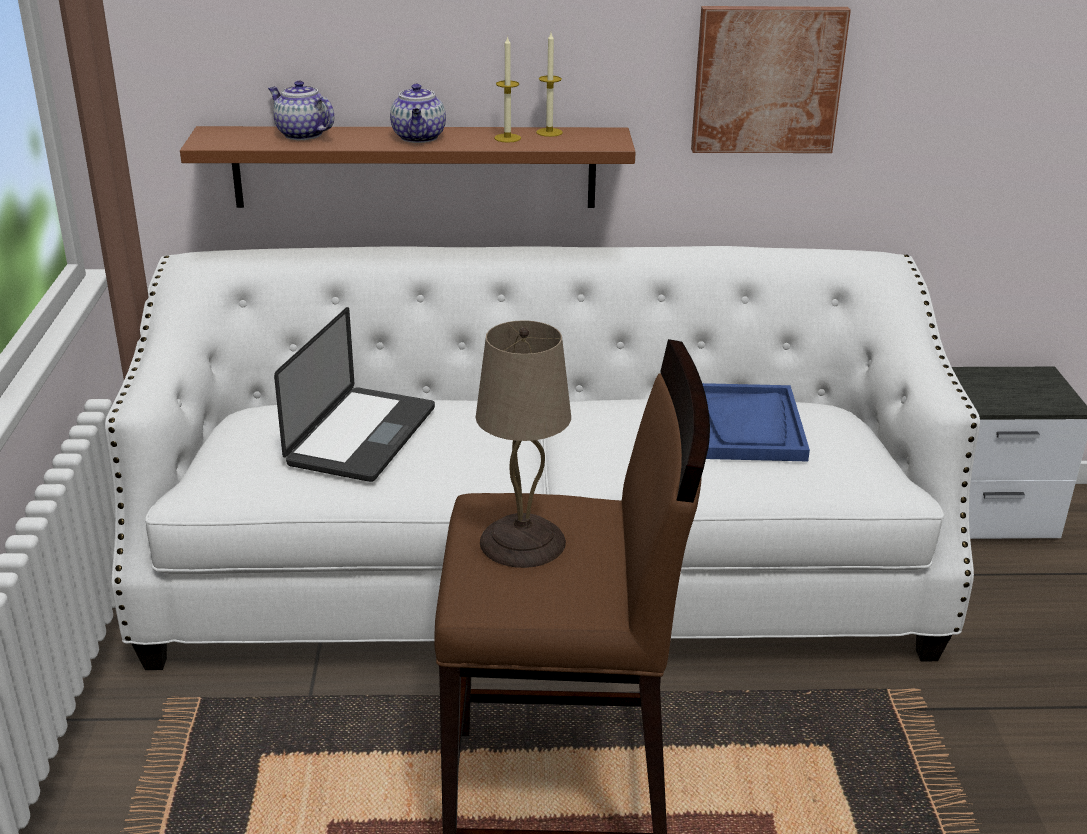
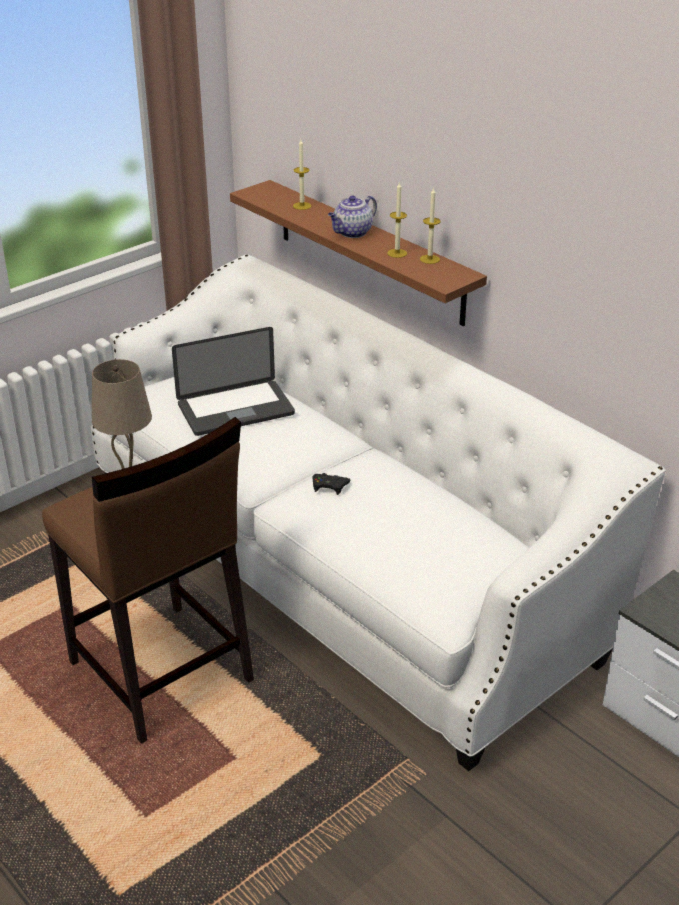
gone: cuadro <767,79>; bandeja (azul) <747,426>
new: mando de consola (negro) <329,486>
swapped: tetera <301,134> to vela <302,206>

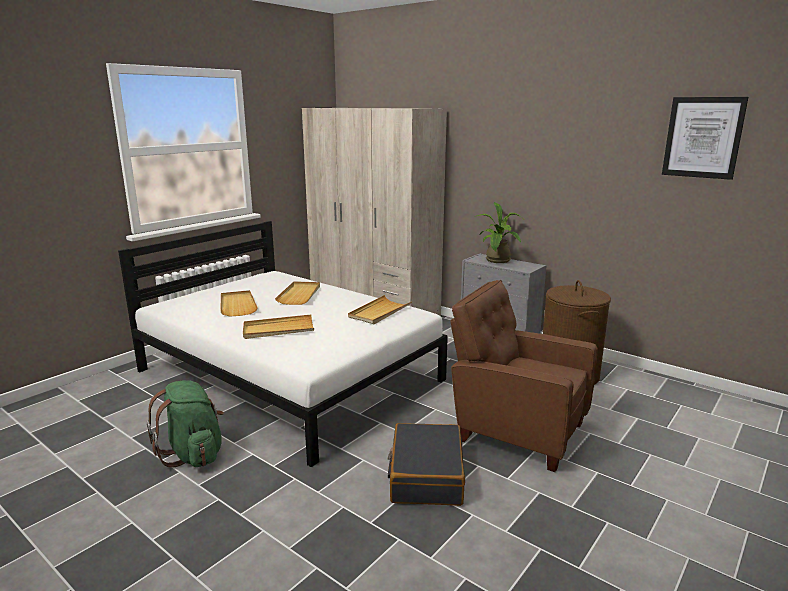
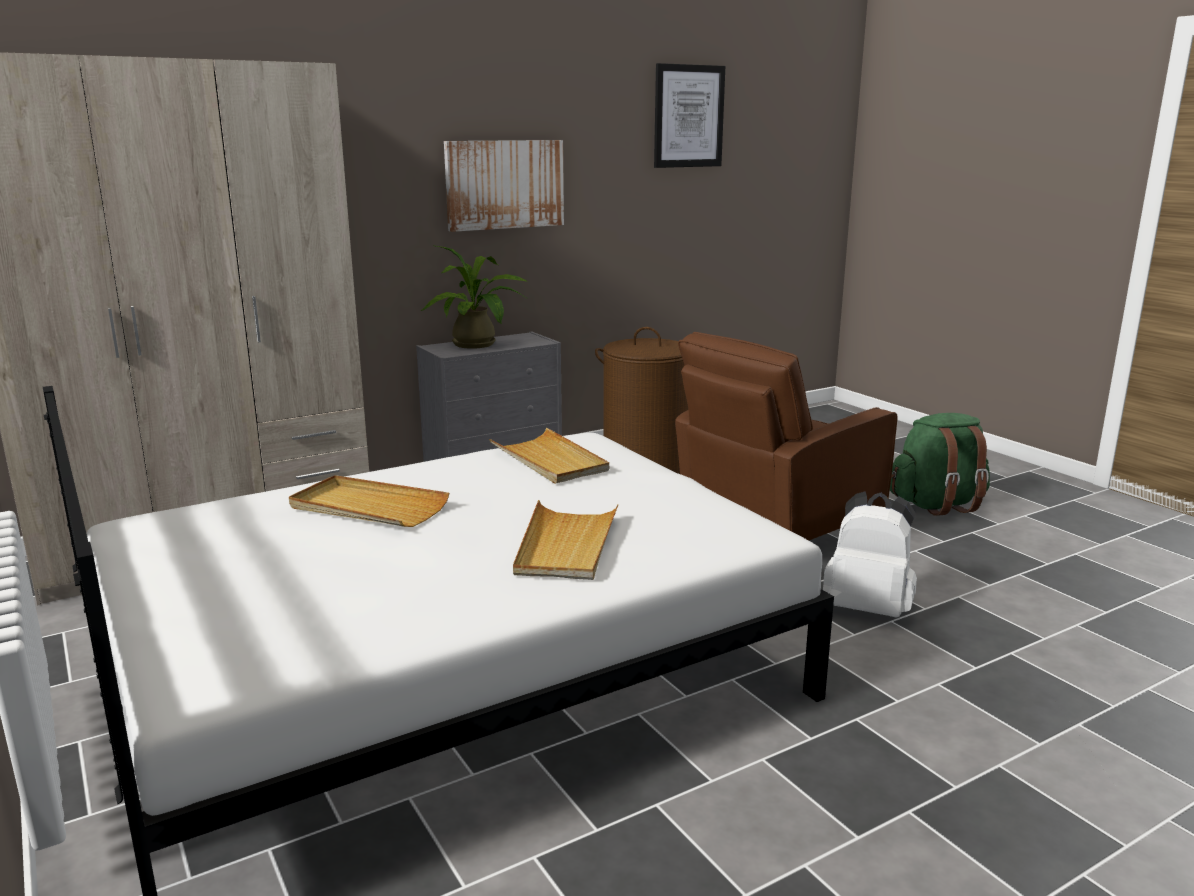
gone: bandeja (beis) <237,305>
new: cuadro <504,184>
shifted: mochila (verde) <193,454> to <937,505>
swapped: maleta (negro) <426,475> to mochila (blanco) <868,608>

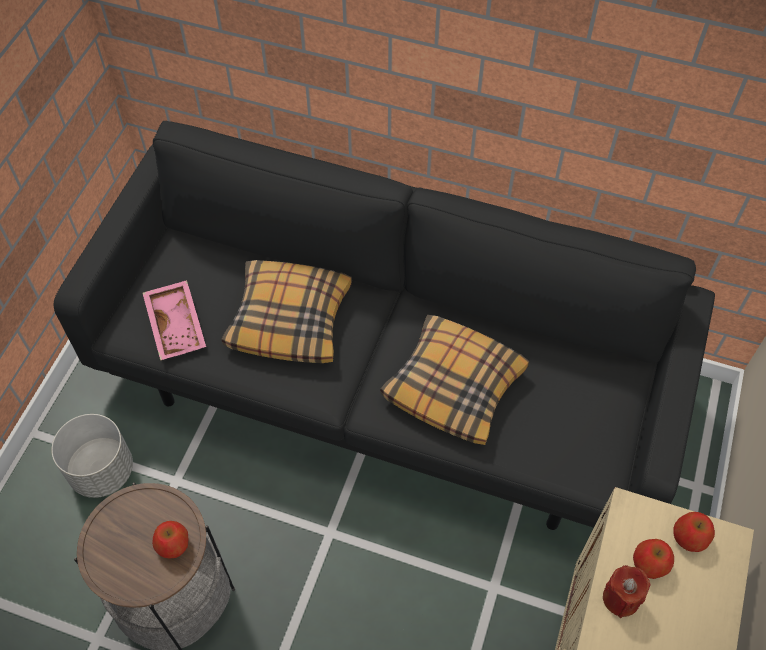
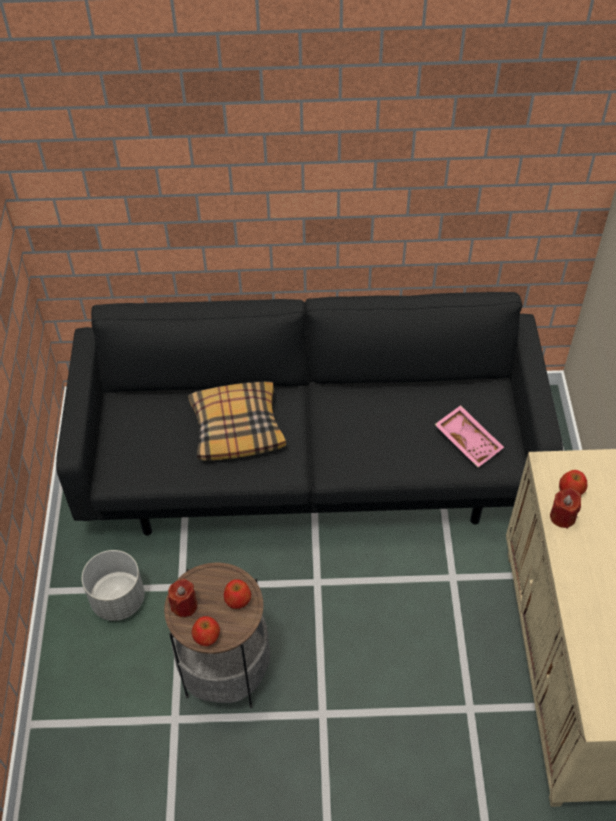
gone: cojín <454,385>
new: vela (rojo) <184,605>
shifted: manzana <689,537> to <206,636>; bandeja (rosa) <177,325> to <469,440>

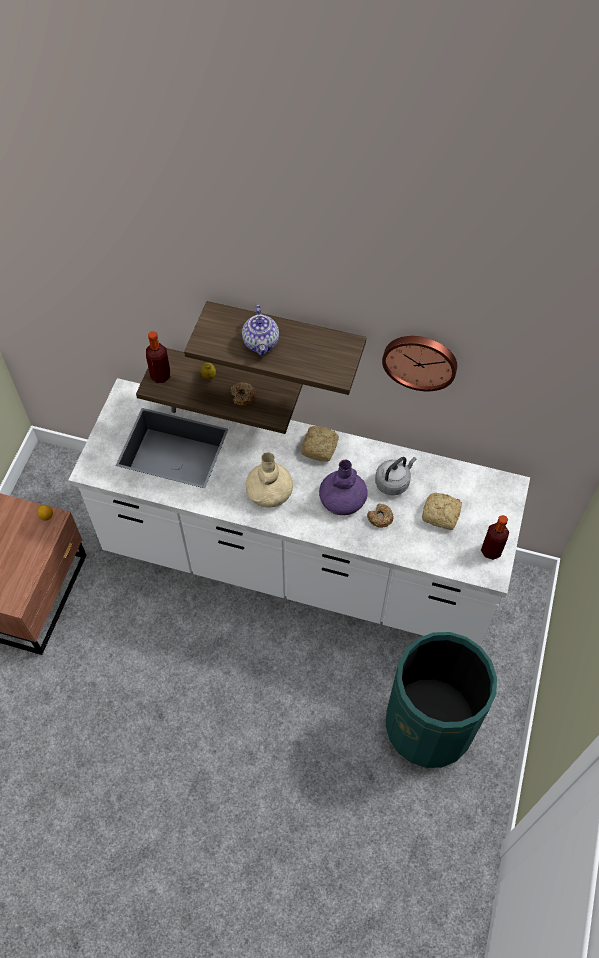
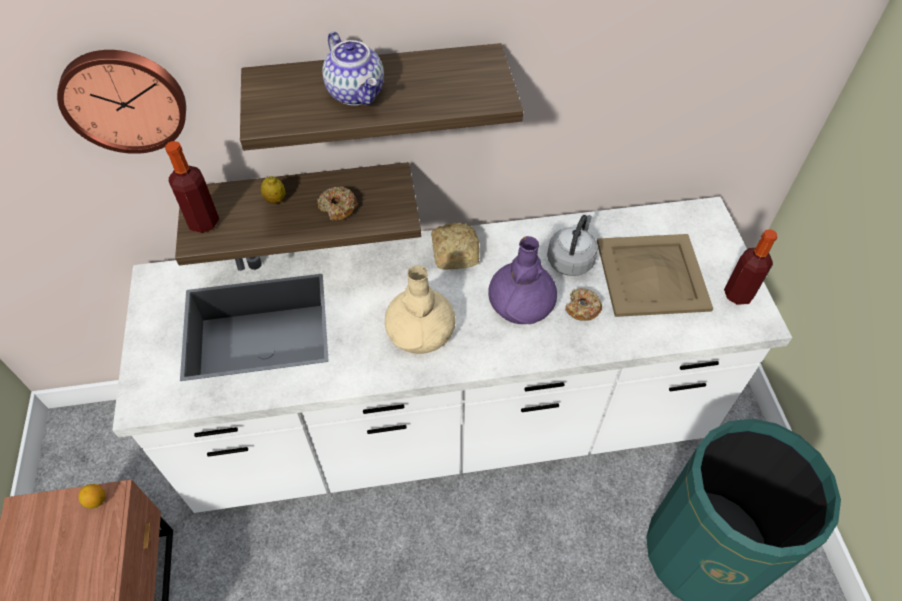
shifted: reloj de pared <420,360> to <124,99>
swapped: pan <442,515> to bandeja (beis) <653,276>

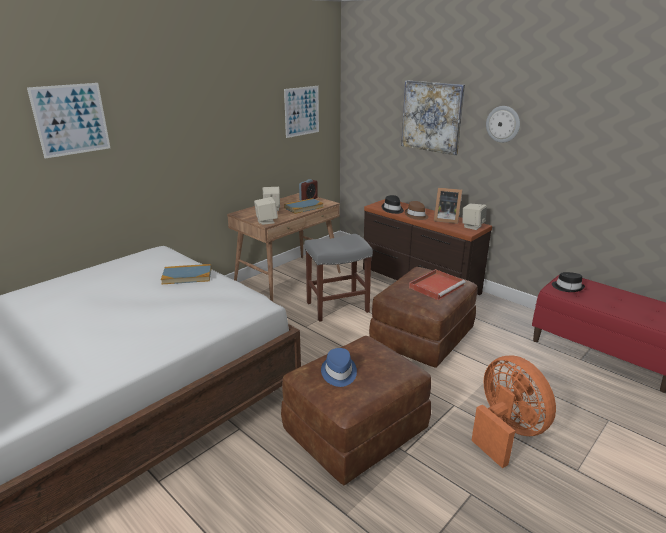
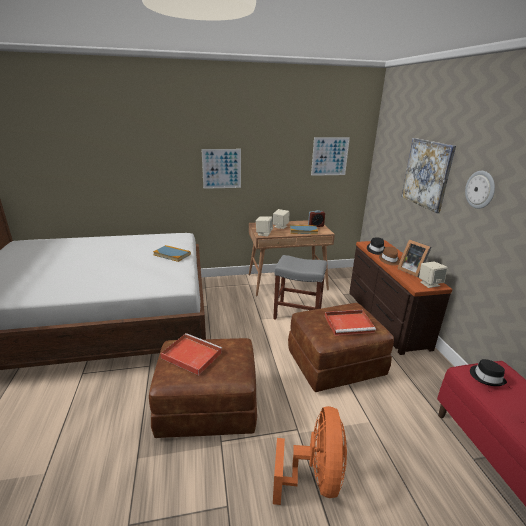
shifted: cuadro <71,119> to <221,168>
swapped: sombrero (azul) <338,373> to bandeja (rojo) <190,355>

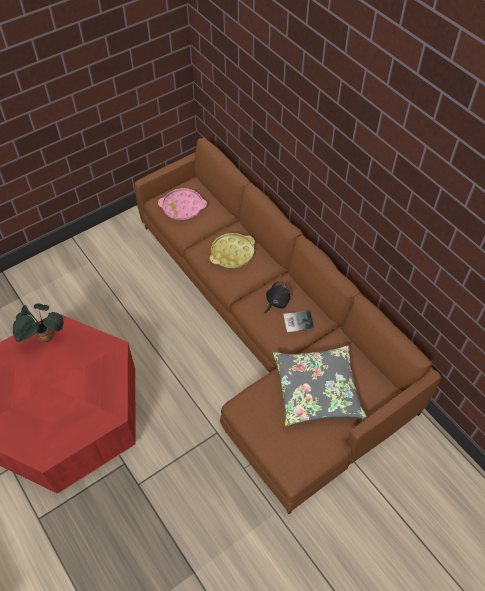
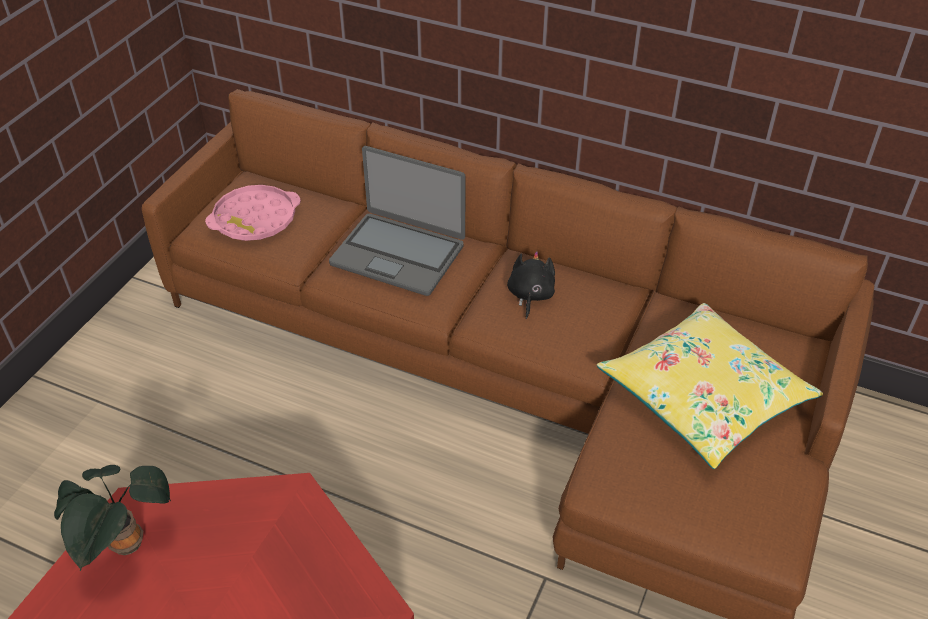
gone: libro <297,321>
swapped: bandeja (amarillo) <232,253> to portátil <398,254>
repainted: cojín (gris) <317,390> to cojín (amarillo) <704,396>

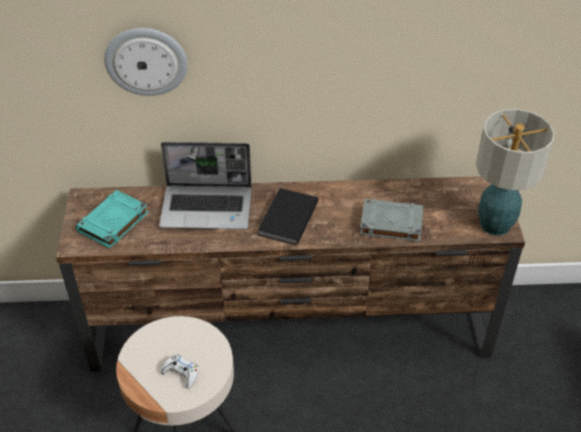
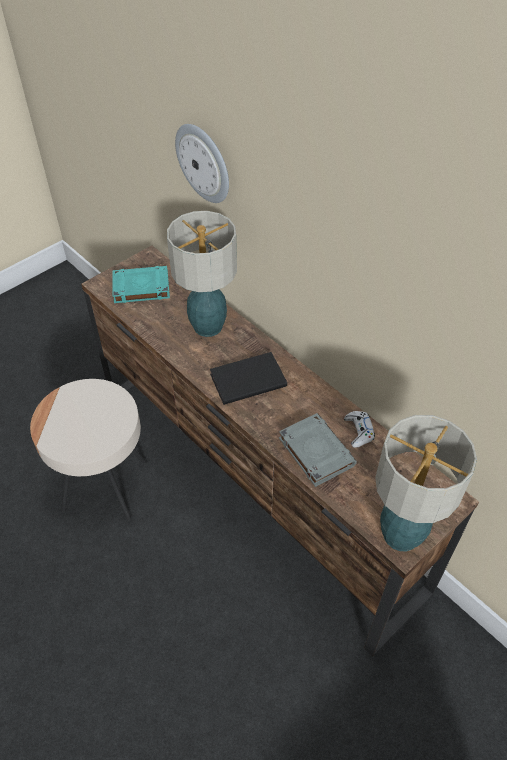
shifted: mando de consola (blanco) <181,373> to <359,431>
swapped: portátil <208,208> to lámpara de mesa <209,326>

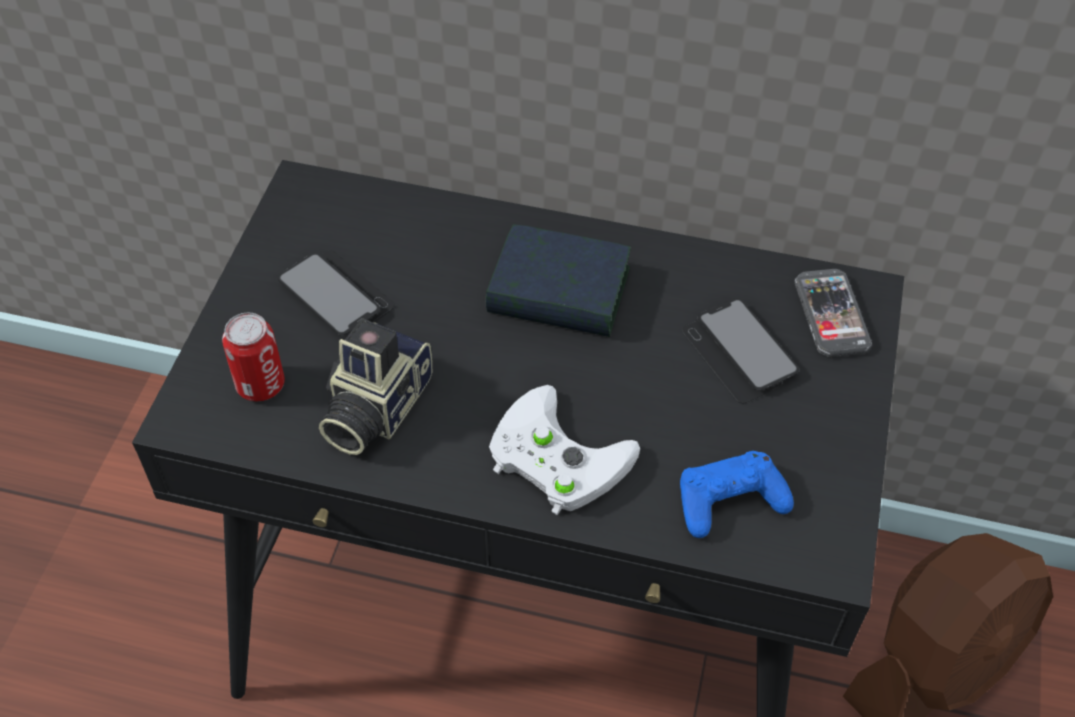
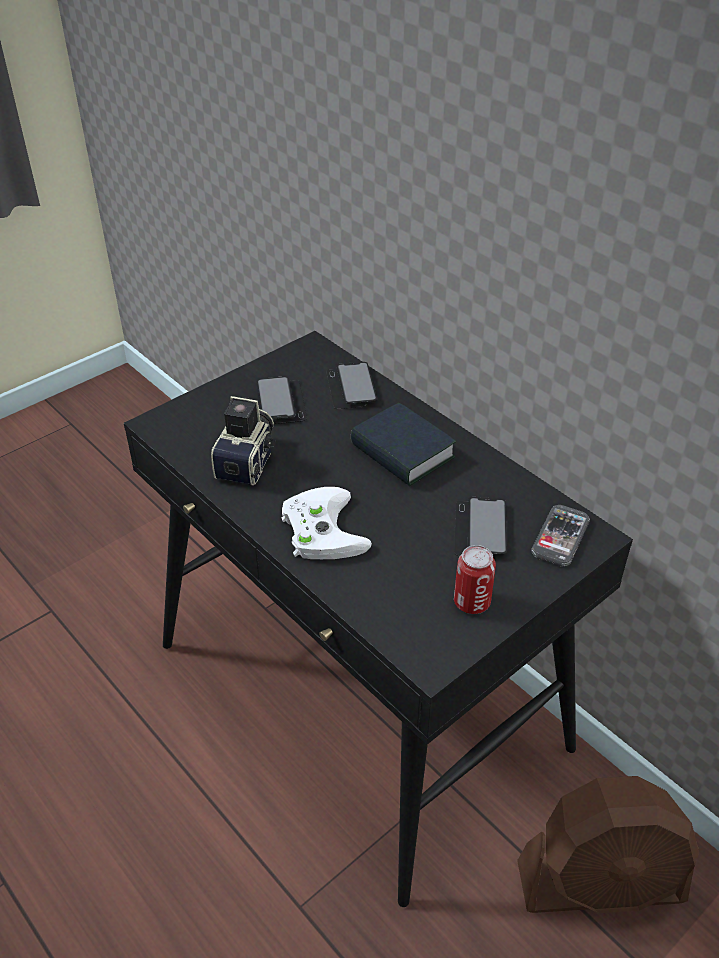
gone: mando de consola (azul) <729,500>
new: móvil <351,387>
shifted: lata <260,384> to <471,602>
rotated: cámara <373,408> = <249,461> 135 degrees clockwise

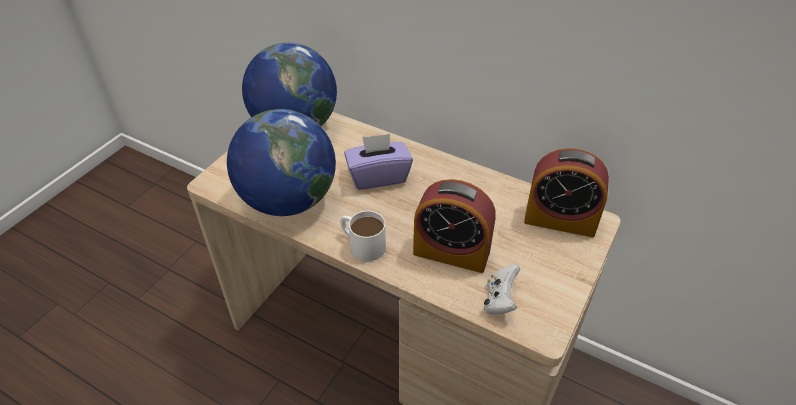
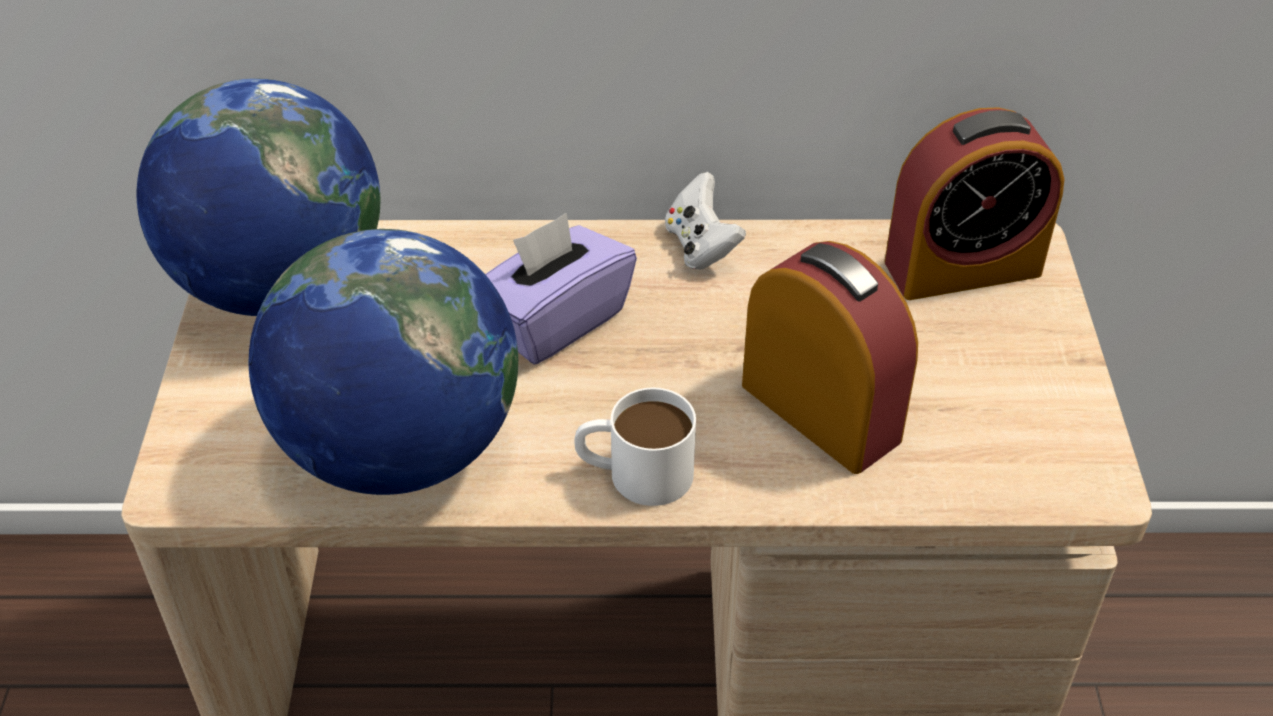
shifted: mando de consola (blanco) <499,300> to <701,246>
rotated: despertador <451,252> = <820,412> 120 degrees counterclockwise

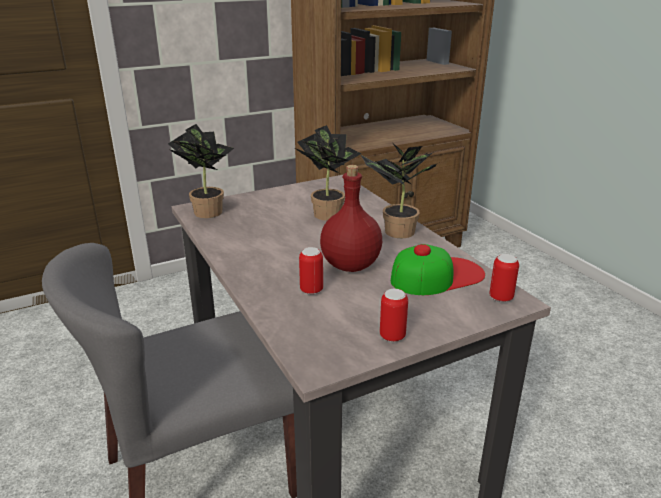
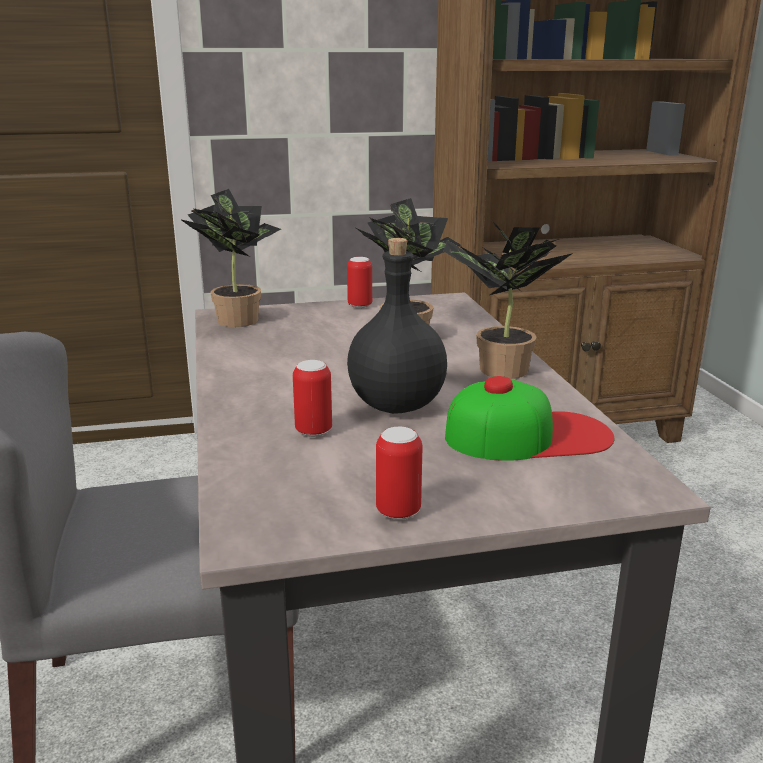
shifted: lata <501,298> to <360,305>
repainted: botella (rojo) <350,265> to botella (negro) <396,405>

